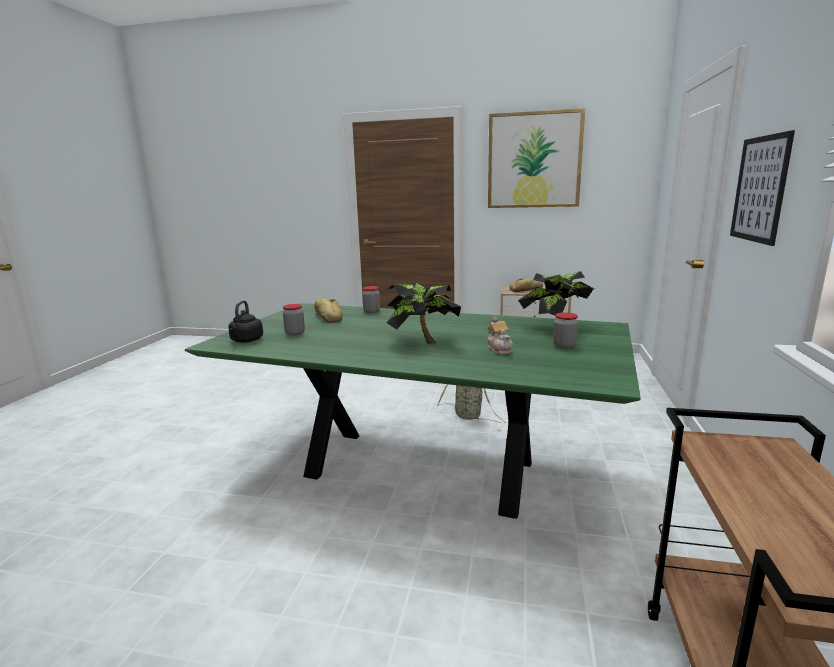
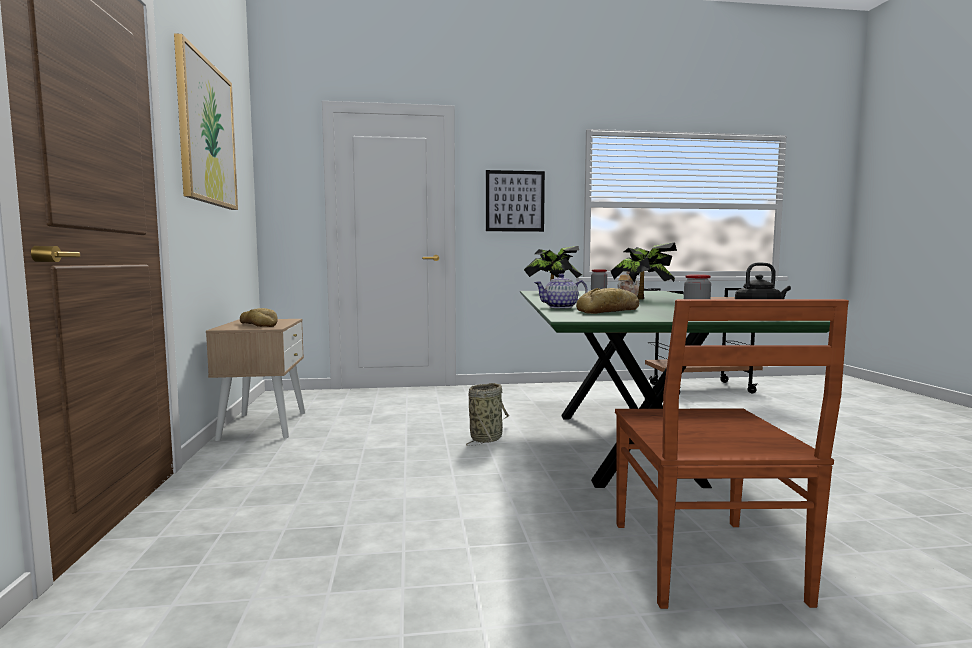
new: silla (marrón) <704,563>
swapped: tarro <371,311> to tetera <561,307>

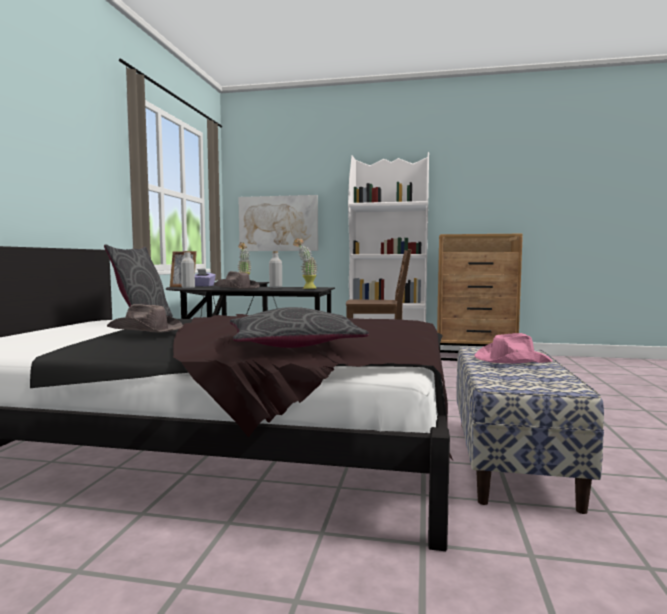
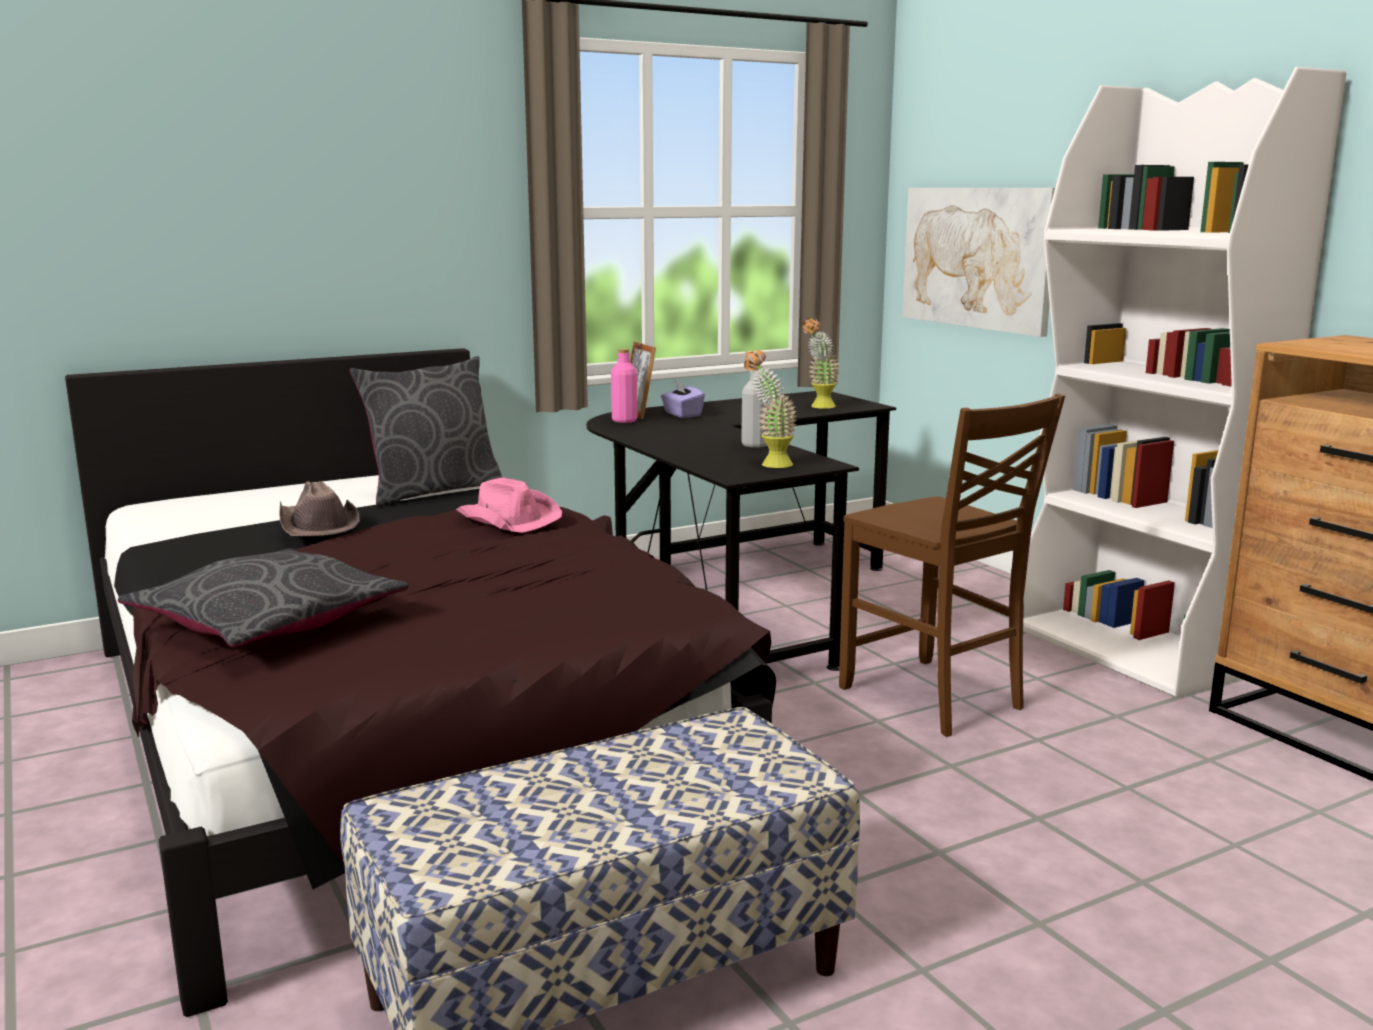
gone: sombrero (marrón) <237,288>
shifted: sombrero (rosa) <511,359> to <509,518>
repainted: botella (gris) <188,287> to botella (rosa) <624,421>

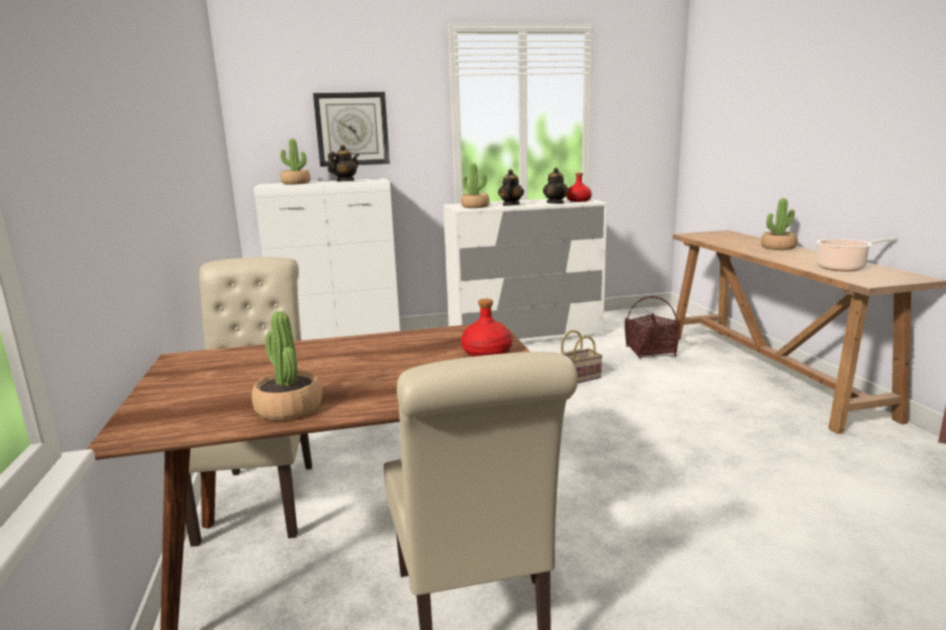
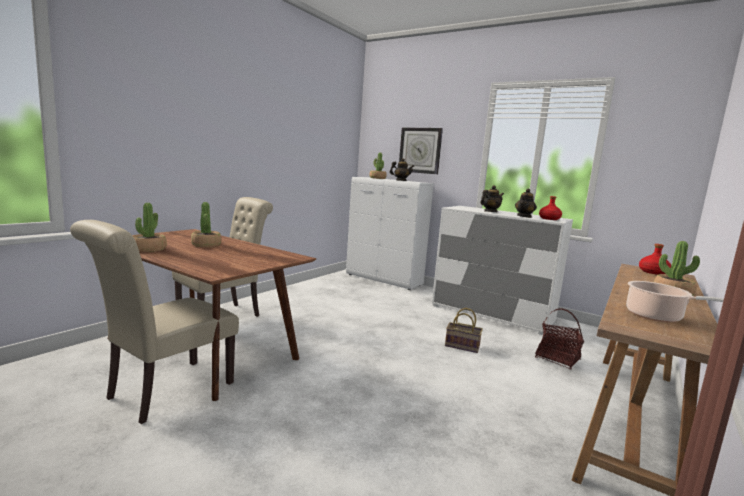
shifted: planta en maceta <475,206> to <206,245>; botella (rojo) <486,353> to <653,272>

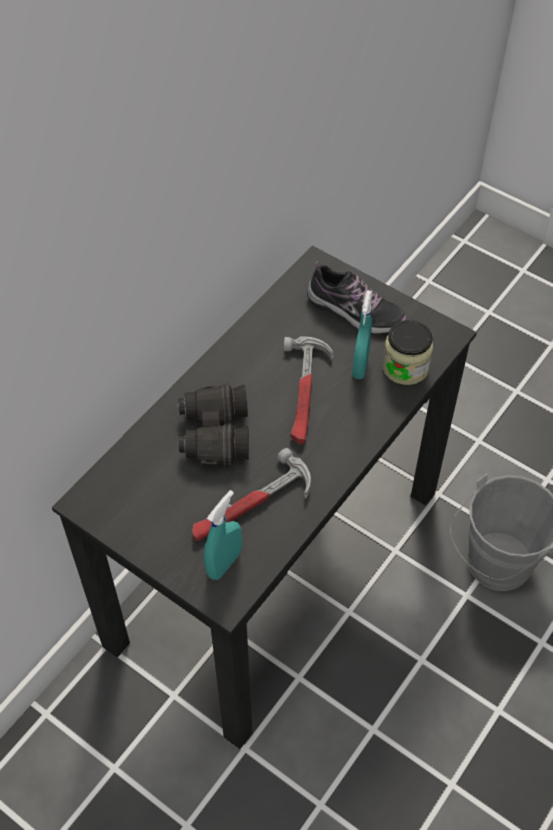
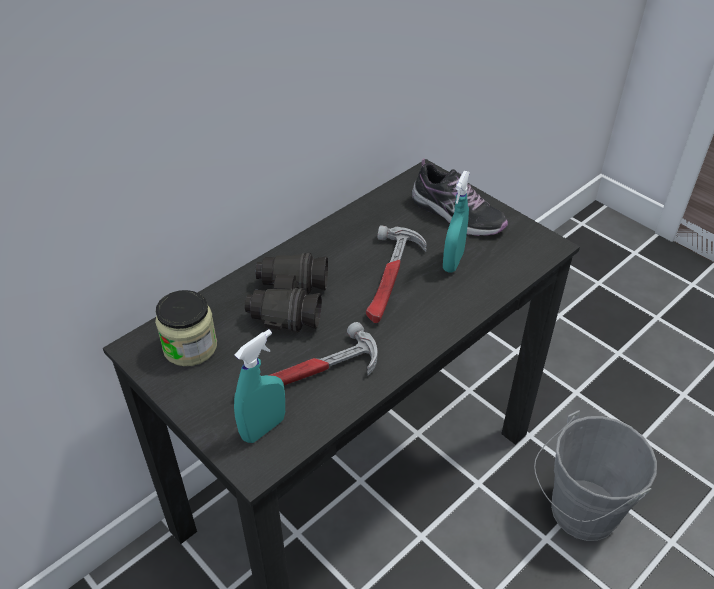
shifted: tarro <405,367> to <190,347>

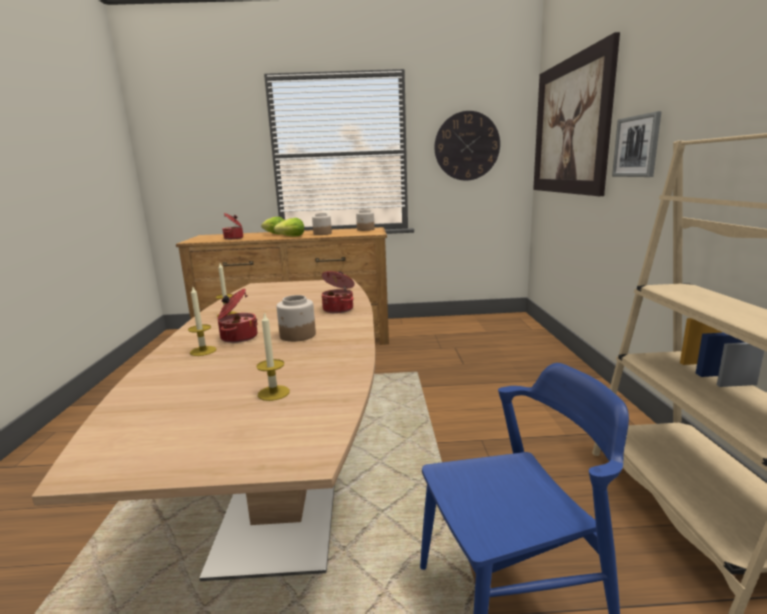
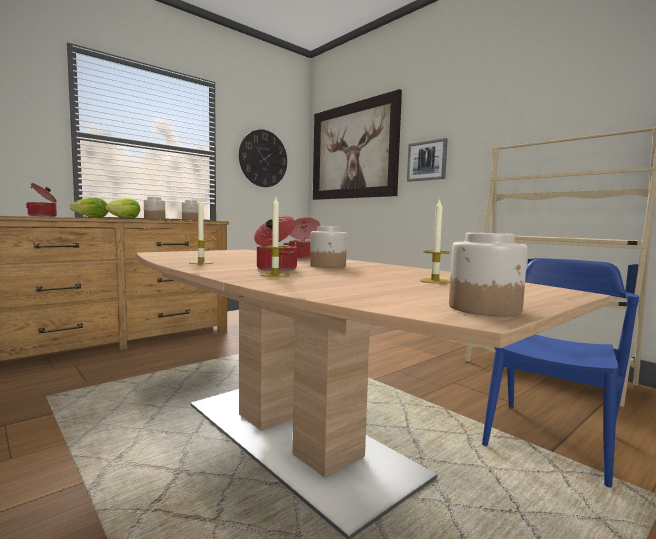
new: tarro <485,308>

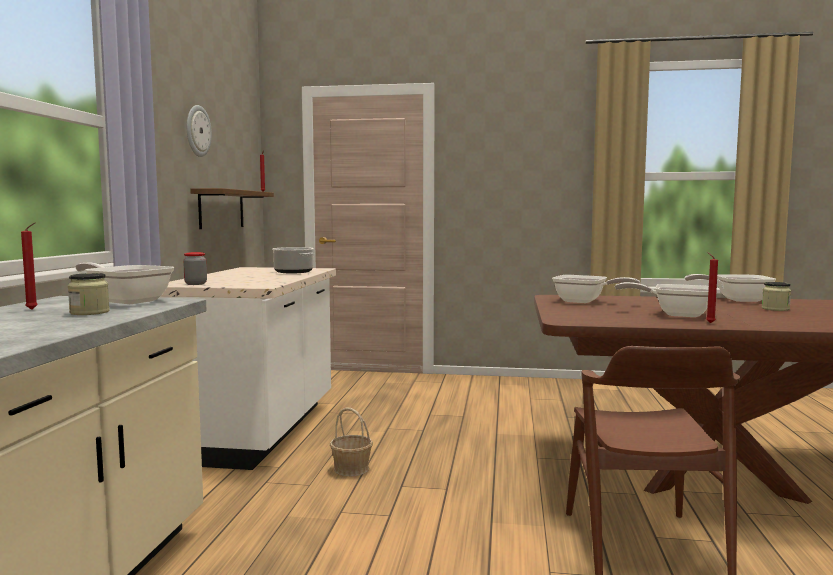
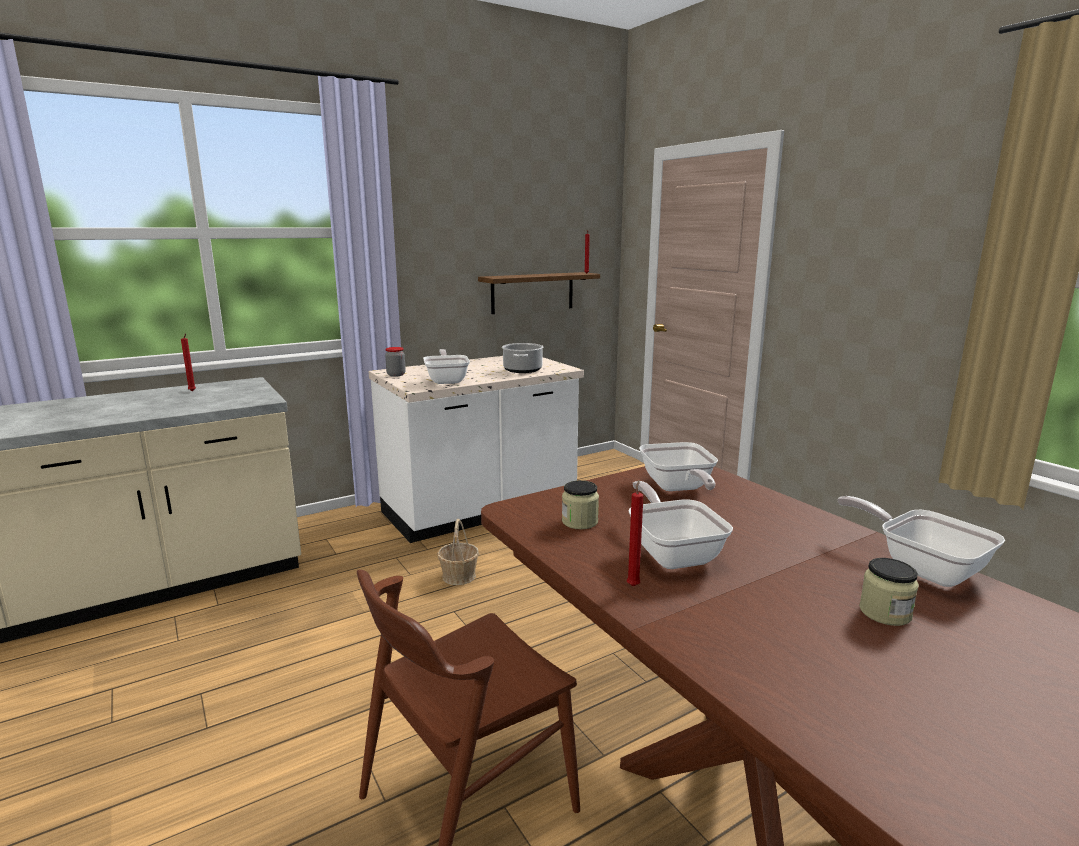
gone: reloj de pared <197,131>
shifted: sartén <127,301> to <447,380>; tarro <89,312> to <579,522>

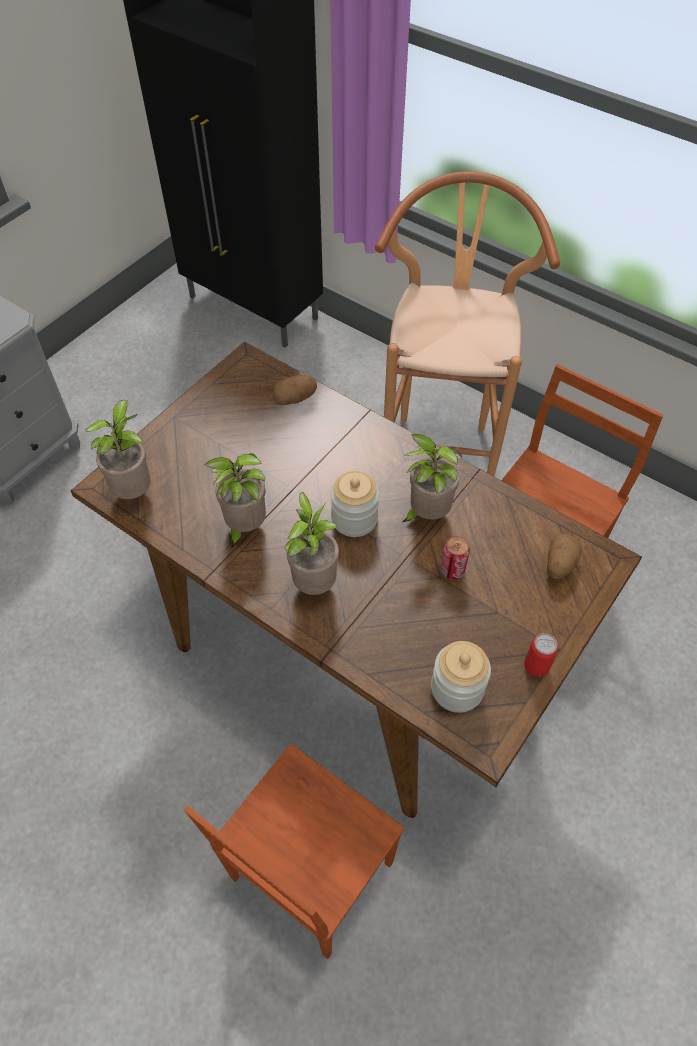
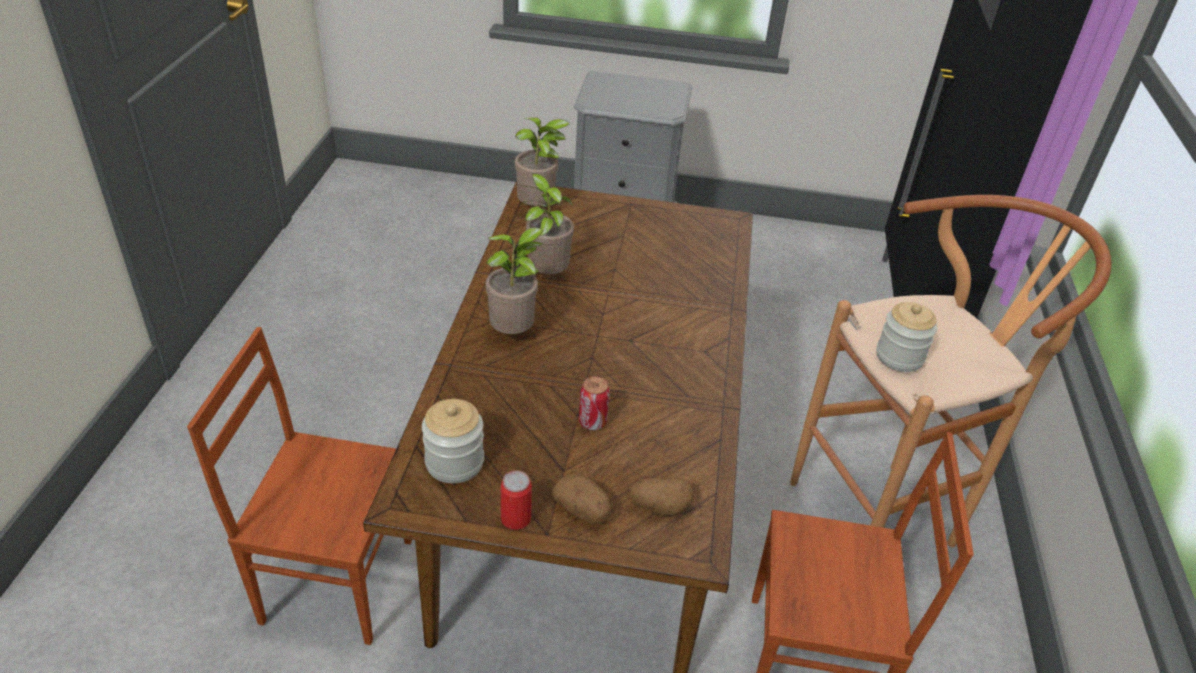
gone: planta en maceta <426,514>
shifted: patata <295,398> to <582,511>; tarro <354,519> to <899,357>

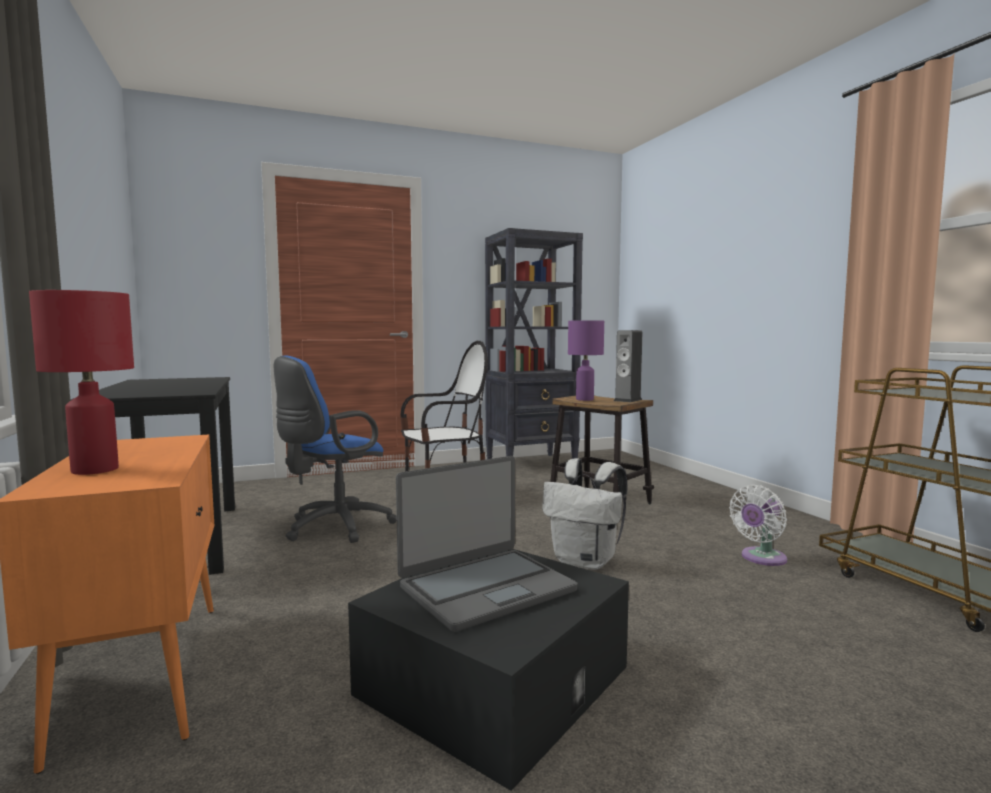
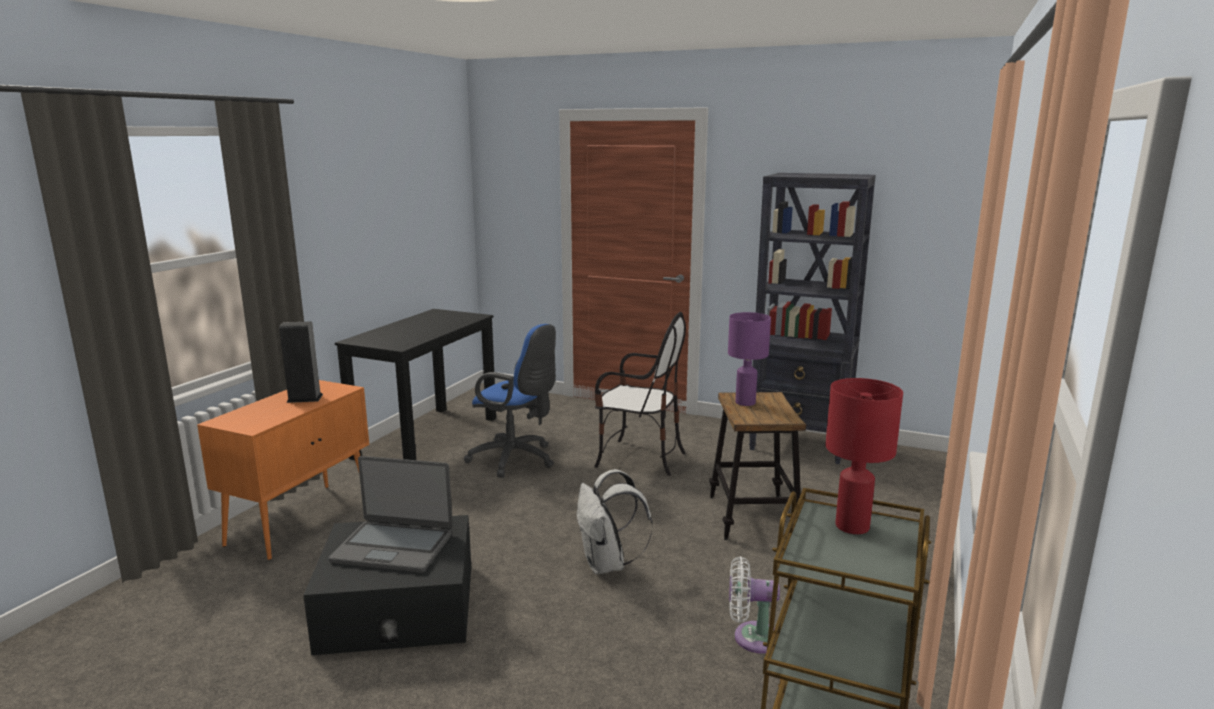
shifted: altavoz <628,400> to <304,398>; lámpara de mesa (rojo) <93,470> to <851,526>
rotated: silla de oficina (azul) <333,528> = <516,460> 150 degrees counterclockwise

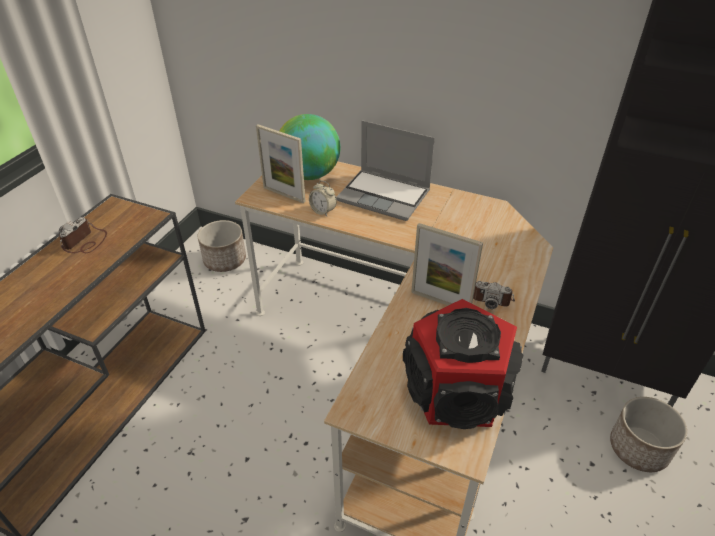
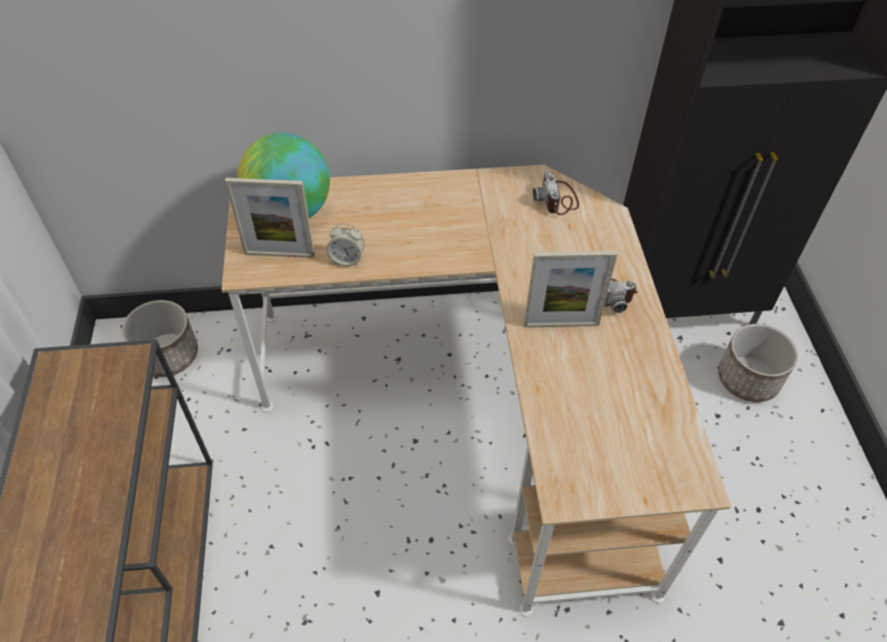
gone: portátil <385,196>; altavoz <457,391>
shifted: cámara <85,242> to <557,199>

